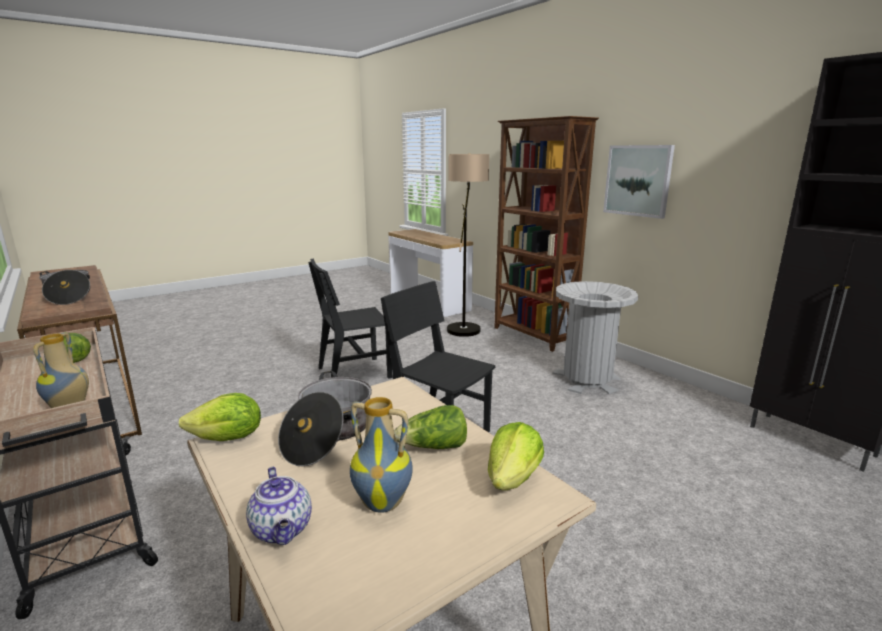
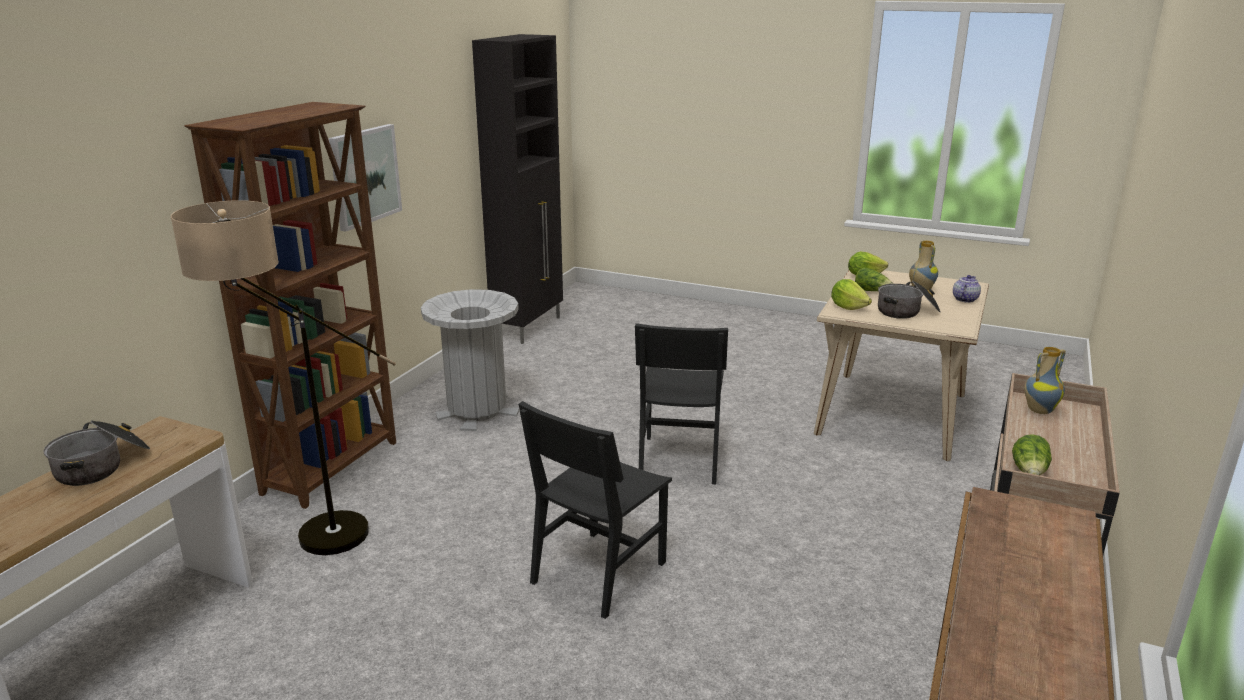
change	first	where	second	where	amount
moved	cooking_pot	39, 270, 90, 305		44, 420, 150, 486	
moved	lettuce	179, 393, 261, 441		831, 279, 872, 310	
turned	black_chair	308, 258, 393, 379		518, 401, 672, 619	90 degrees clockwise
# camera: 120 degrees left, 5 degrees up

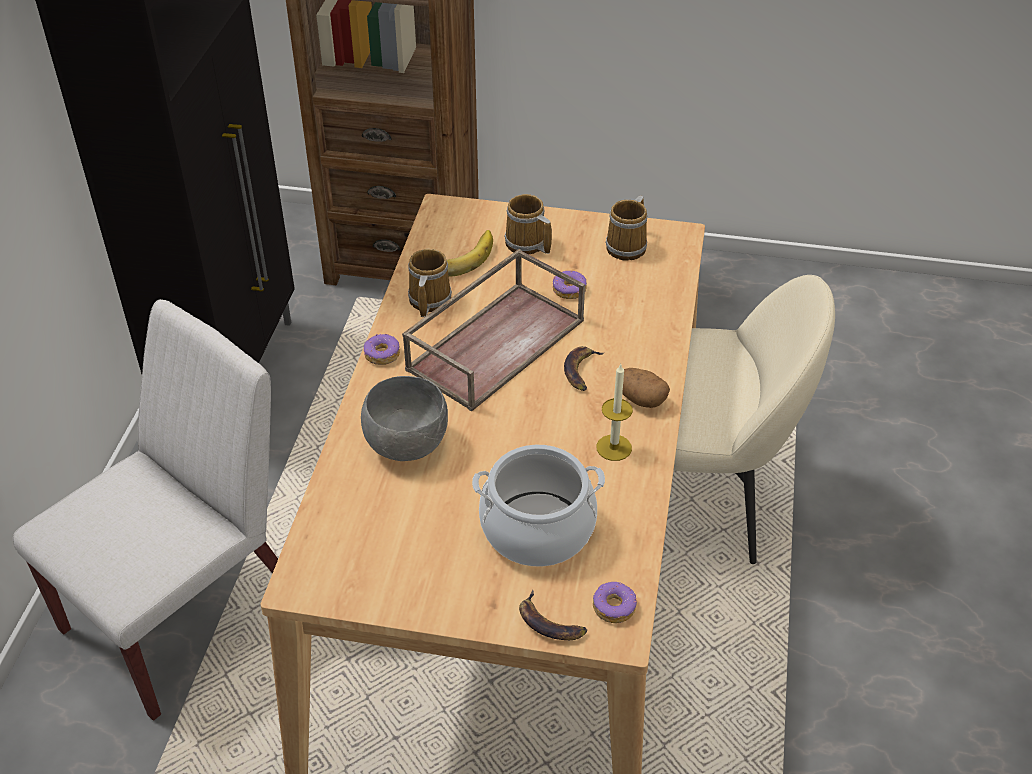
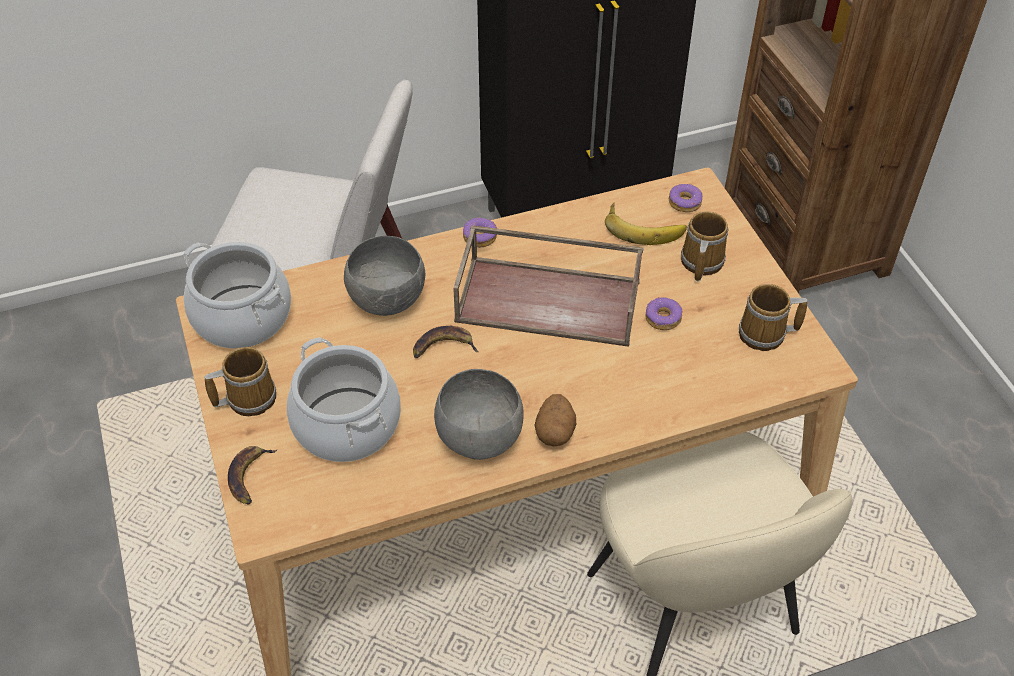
change	first	where	second	where	amount
moved	mug	408, 249, 452, 317		204, 347, 276, 416	
moved	banana	564, 346, 605, 391		413, 326, 478, 358	
moved	donut	593, 582, 637, 623		669, 184, 702, 212	
replaced	candle	596, 363, 633, 461	grey_bowl	434, 369, 524, 460	
added			cooking_pot	183, 242, 291, 349	
# camera: 60 degrees right, 5 degrees up

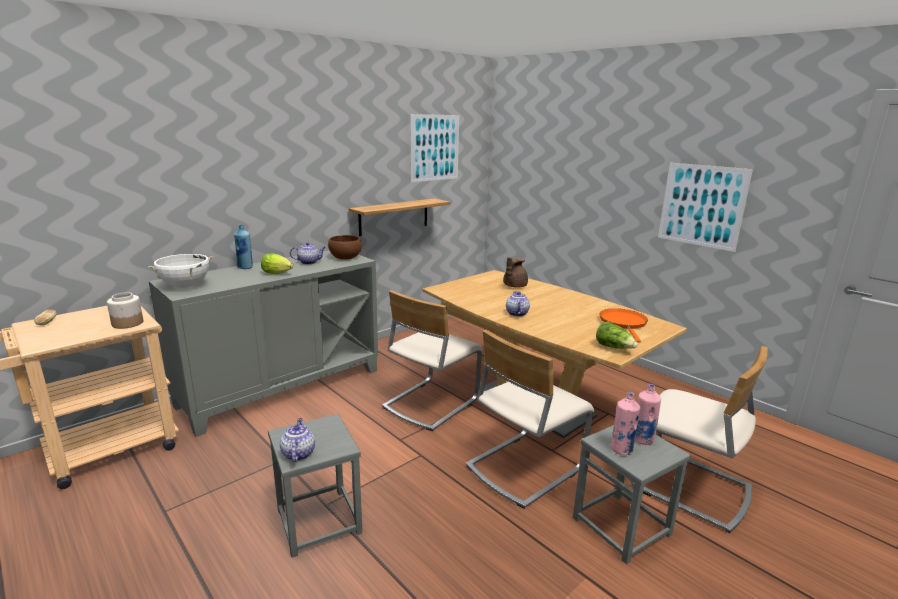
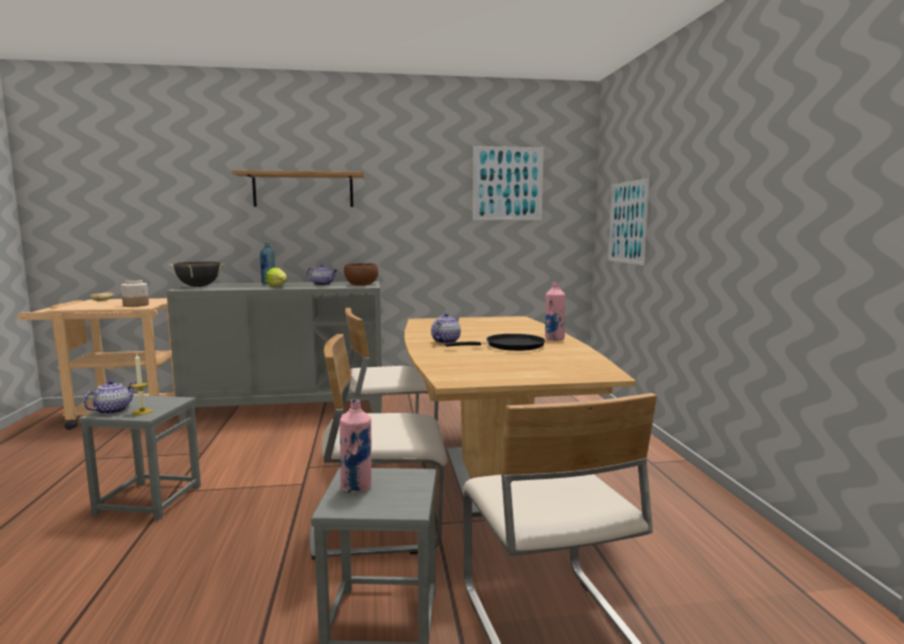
change	first	where	second	where	amount
recoloured	white_cooking_pot	148, 254, 213, 288	black_cooking_pot	169, 261, 225, 287	
moved	shelf	349, 199, 451, 236		232, 170, 365, 207	
removed	brown_teapot	503, 257, 528, 288			
removed	lettuce	596, 321, 638, 349			
removed	orange_frying_pan	600, 308, 648, 342			
moved	pink_bottle	635, 384, 661, 445		545, 282, 565, 340	
moved	picture	658, 163, 753, 252		608, 178, 649, 265	
added			candle	131, 354, 153, 415	
added			black_frying_pan	445, 334, 545, 351	
# camera: 35 degrees right, 10 degrees down

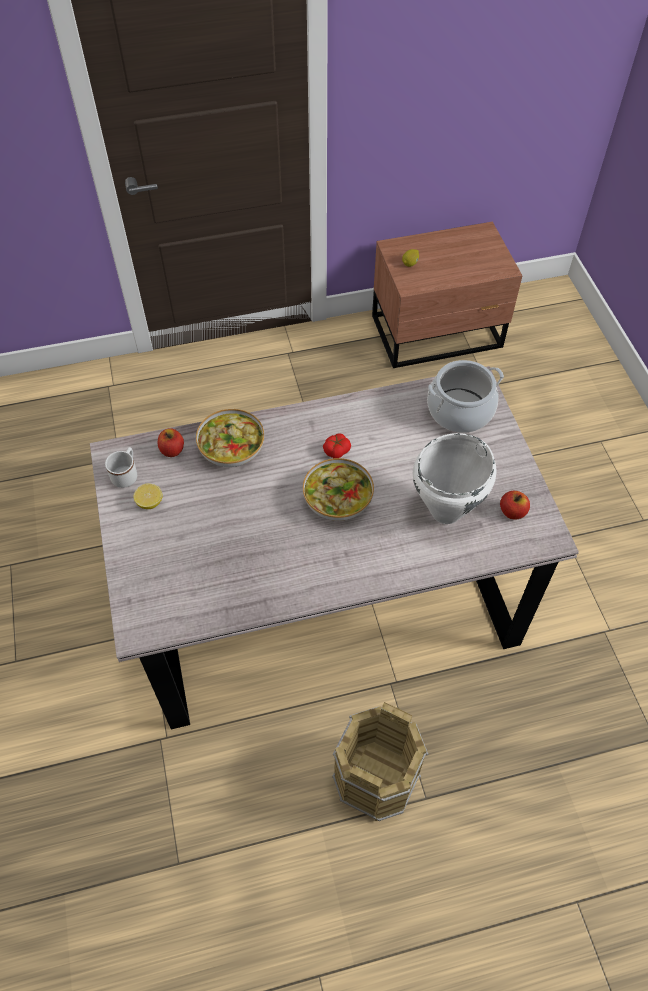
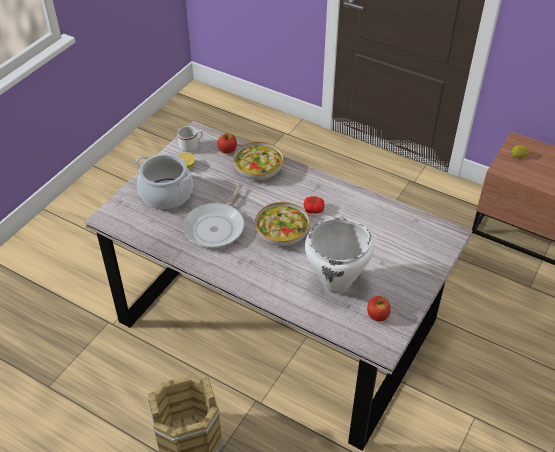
change	first	where	second	where	amount
moved	cooking_pot	427, 360, 504, 433		135, 154, 193, 210	
added			frying_pan	183, 184, 244, 248	
# camera: 45 degrees right, 10 degrees down

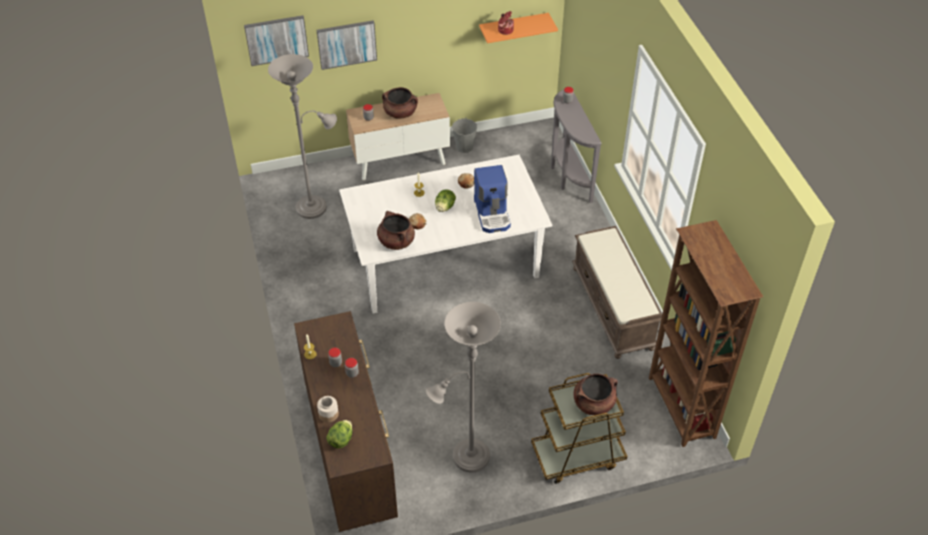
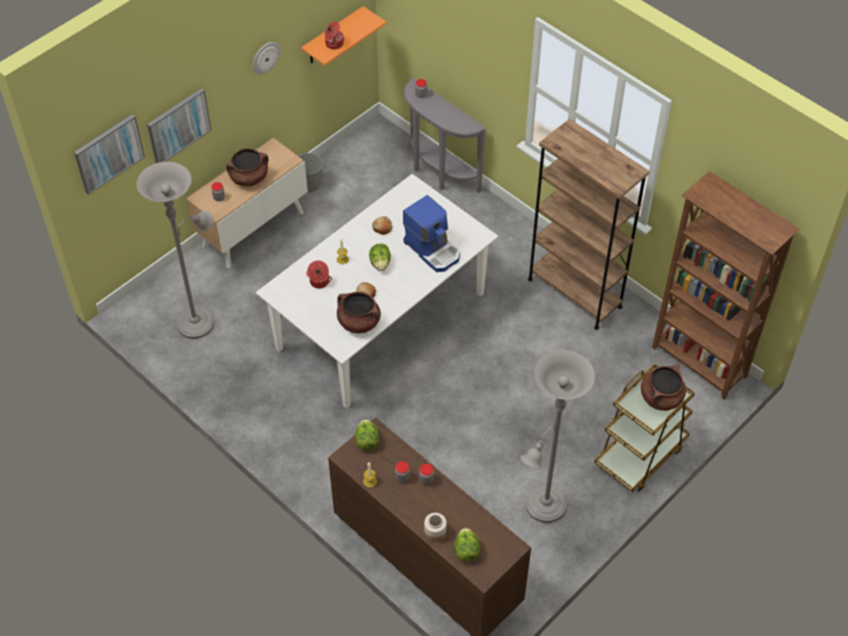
change	first	where	second	where	amount
replaced	brown_bench	572, 226, 662, 359	brown_bookcase	528, 119, 650, 330	
added			wall_clock	253, 42, 280, 74	
added			cooking_pot	306, 261, 332, 289	
added			lettuce	355, 419, 379, 450	
# camera: 30 degrees left, 5 degrees up

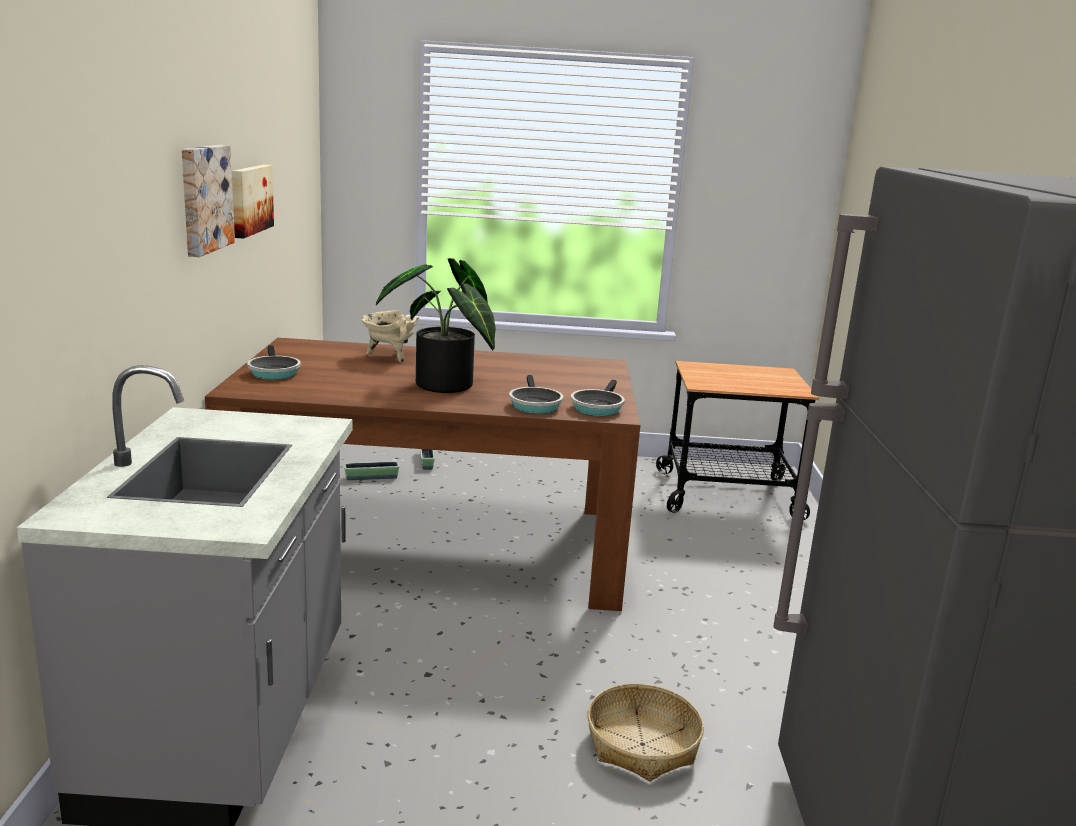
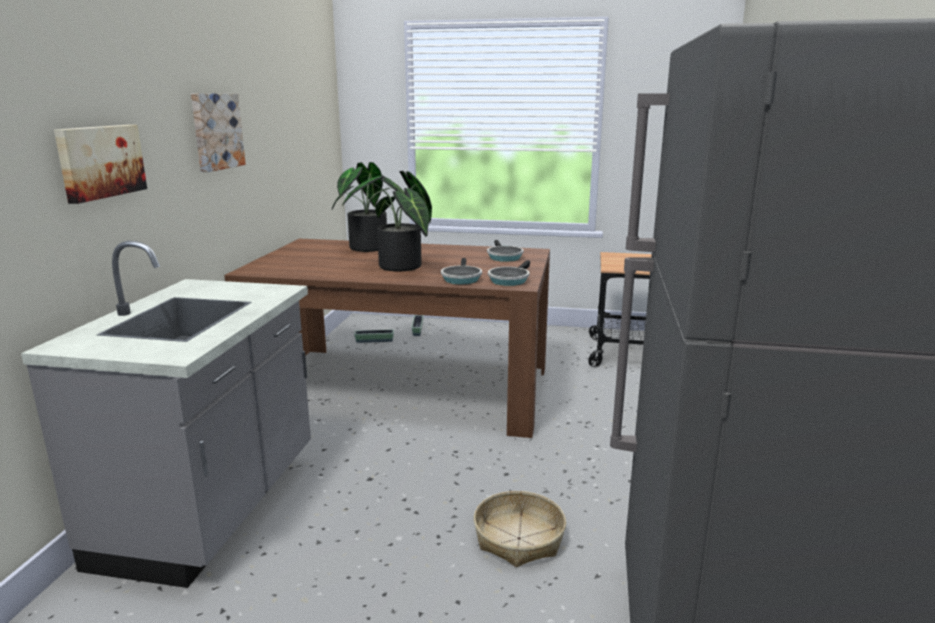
change	first	where	second	where	amount
moved	picture	232, 165, 274, 239		54, 125, 147, 204	
moved	frying_pan	247, 346, 301, 380		487, 240, 524, 262	
replaced	beige_cooking_pot	361, 310, 419, 363	potted_plant	332, 162, 405, 252	
# camera: 10 degrees right, 0 degrees up

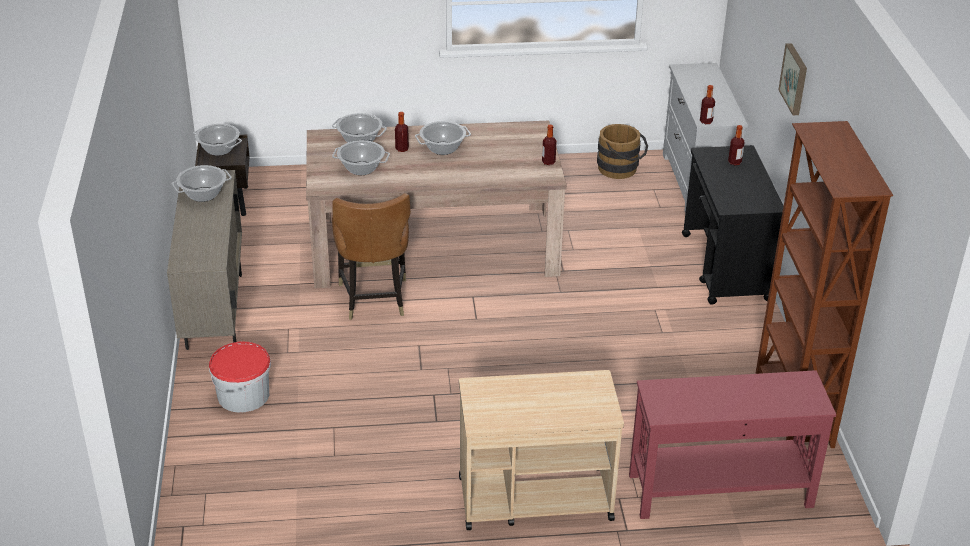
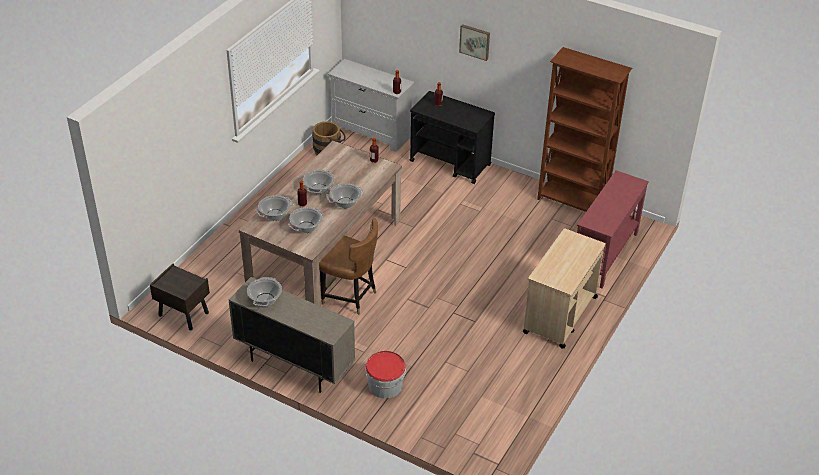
change	first	where	second	where	amount
moved	cooking_pot	193, 124, 242, 156		326, 183, 364, 208	
# camera: 55 degrees left, 5 degrees up

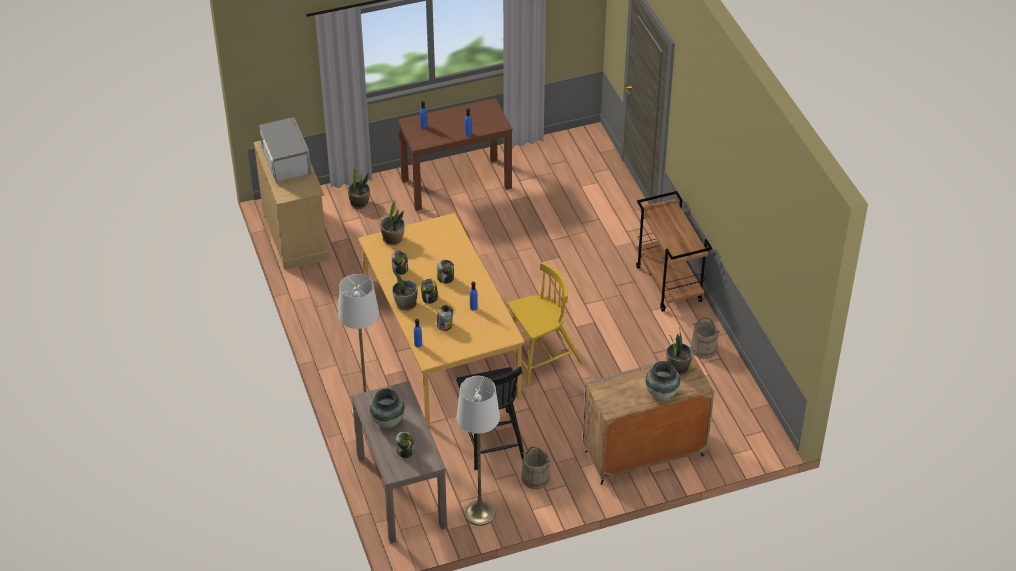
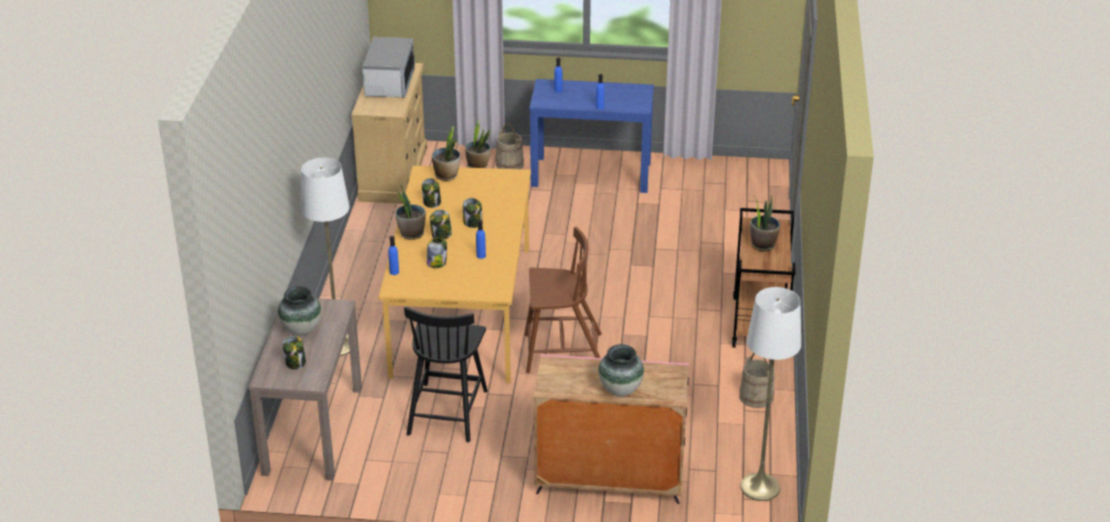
change	first	where	second	where	amount
recoloured	brown_console_table	398, 98, 513, 211	blue_console_table	529, 79, 654, 193	
moved	white_floor_lamp	457, 376, 500, 526		740, 287, 801, 501	
recoloured	yellow_chair	505, 262, 583, 385	brown_chair	525, 227, 602, 373	
moved	beige_bucket	521, 447, 550, 489		496, 124, 524, 169	
recoloured	grey_cabinet	583, 355, 714, 485	pink_cabinet	533, 354, 689, 504	
moved	potted_plant	666, 327, 693, 375		750, 194, 780, 251	
# camera: 25 degrees right, 10 degrees down

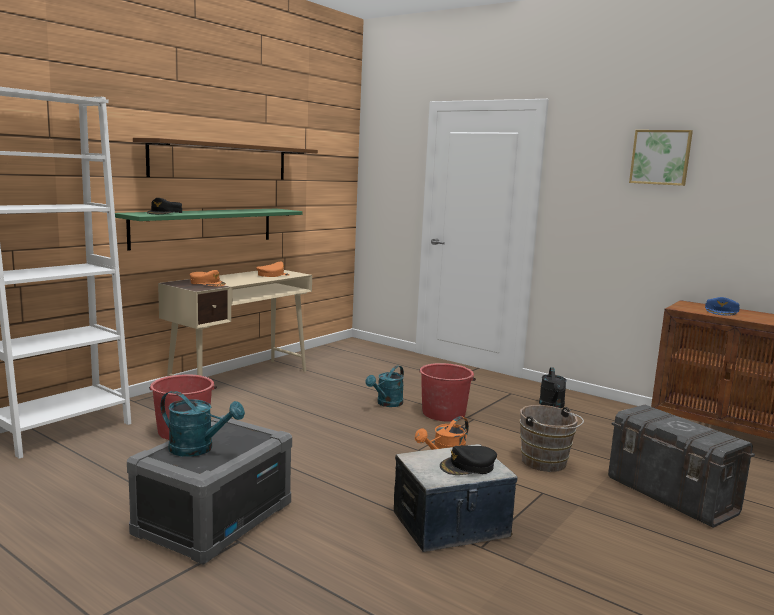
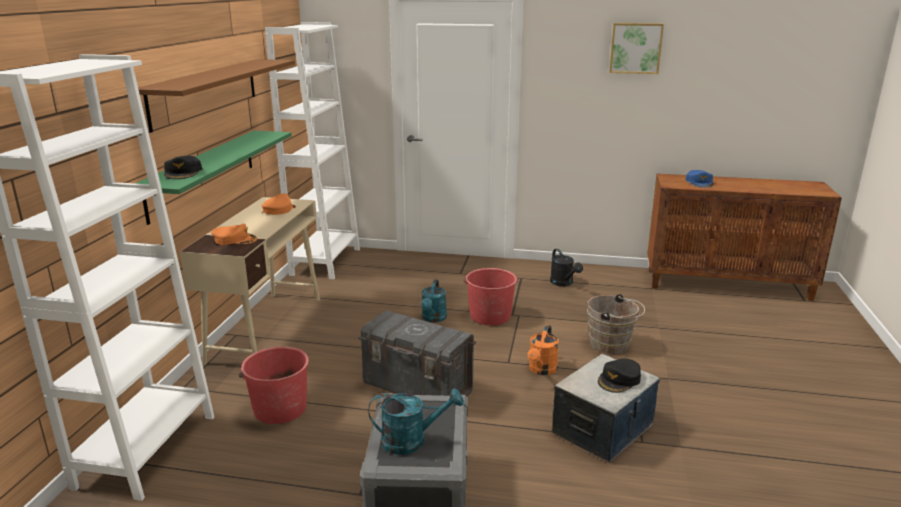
change	first	where	second	where	amount
moved	grey_storage_box	608, 405, 755, 528		358, 310, 476, 396	
added			white_bookcase	265, 22, 360, 279	
# camera: 25 degrees left, 10 degrees up

